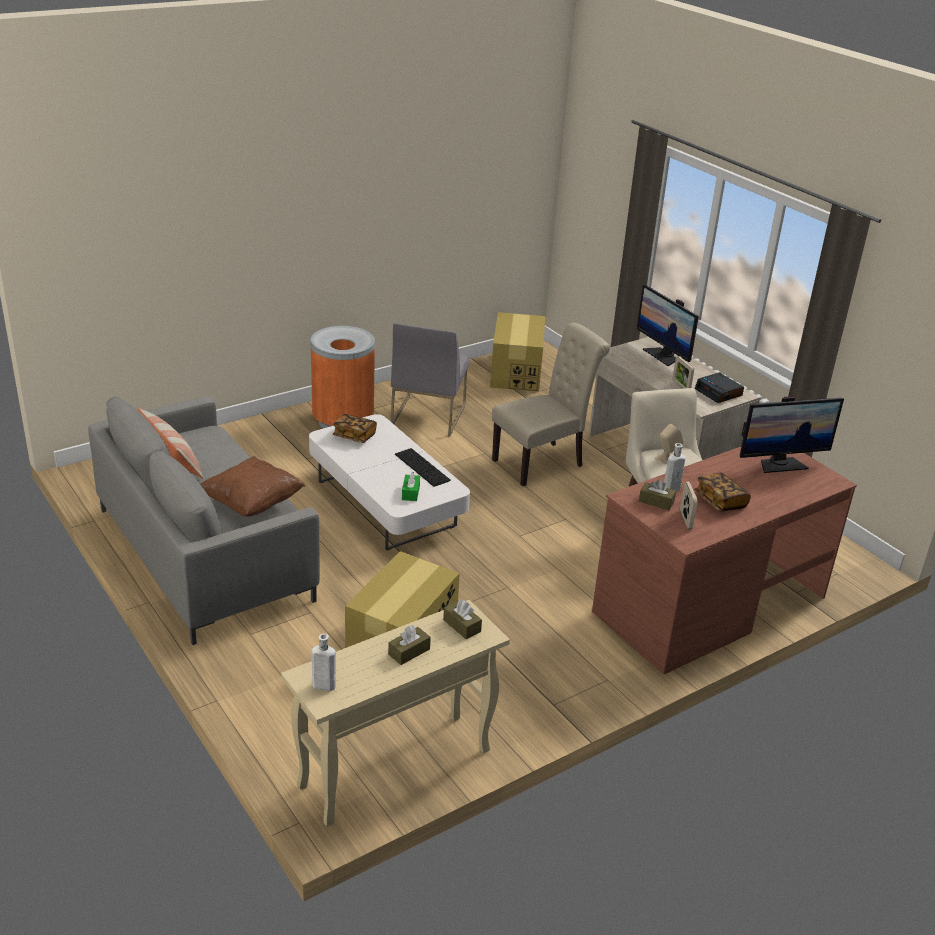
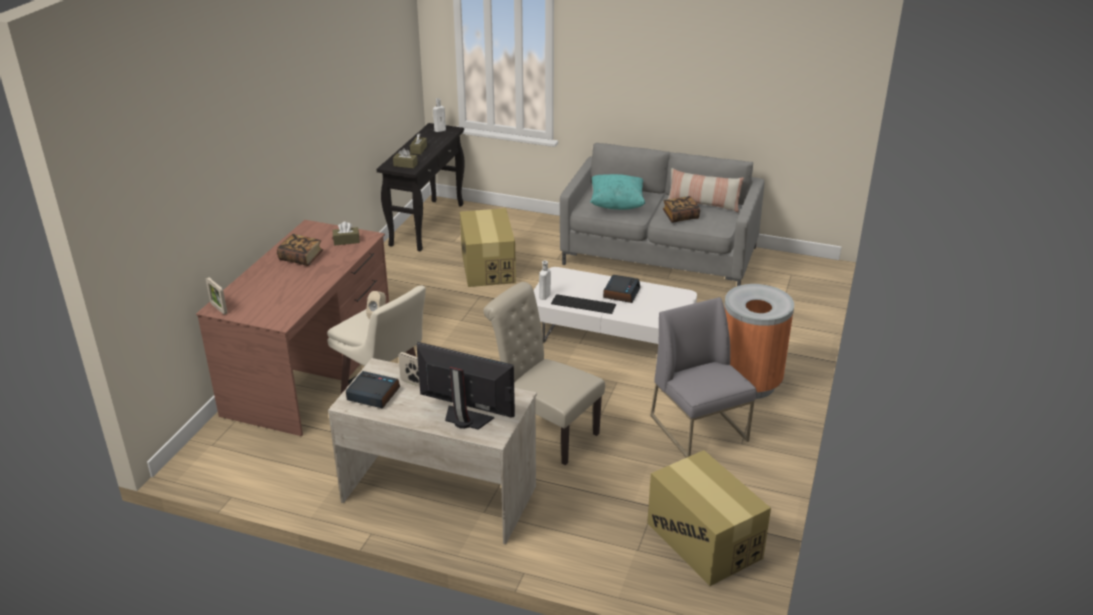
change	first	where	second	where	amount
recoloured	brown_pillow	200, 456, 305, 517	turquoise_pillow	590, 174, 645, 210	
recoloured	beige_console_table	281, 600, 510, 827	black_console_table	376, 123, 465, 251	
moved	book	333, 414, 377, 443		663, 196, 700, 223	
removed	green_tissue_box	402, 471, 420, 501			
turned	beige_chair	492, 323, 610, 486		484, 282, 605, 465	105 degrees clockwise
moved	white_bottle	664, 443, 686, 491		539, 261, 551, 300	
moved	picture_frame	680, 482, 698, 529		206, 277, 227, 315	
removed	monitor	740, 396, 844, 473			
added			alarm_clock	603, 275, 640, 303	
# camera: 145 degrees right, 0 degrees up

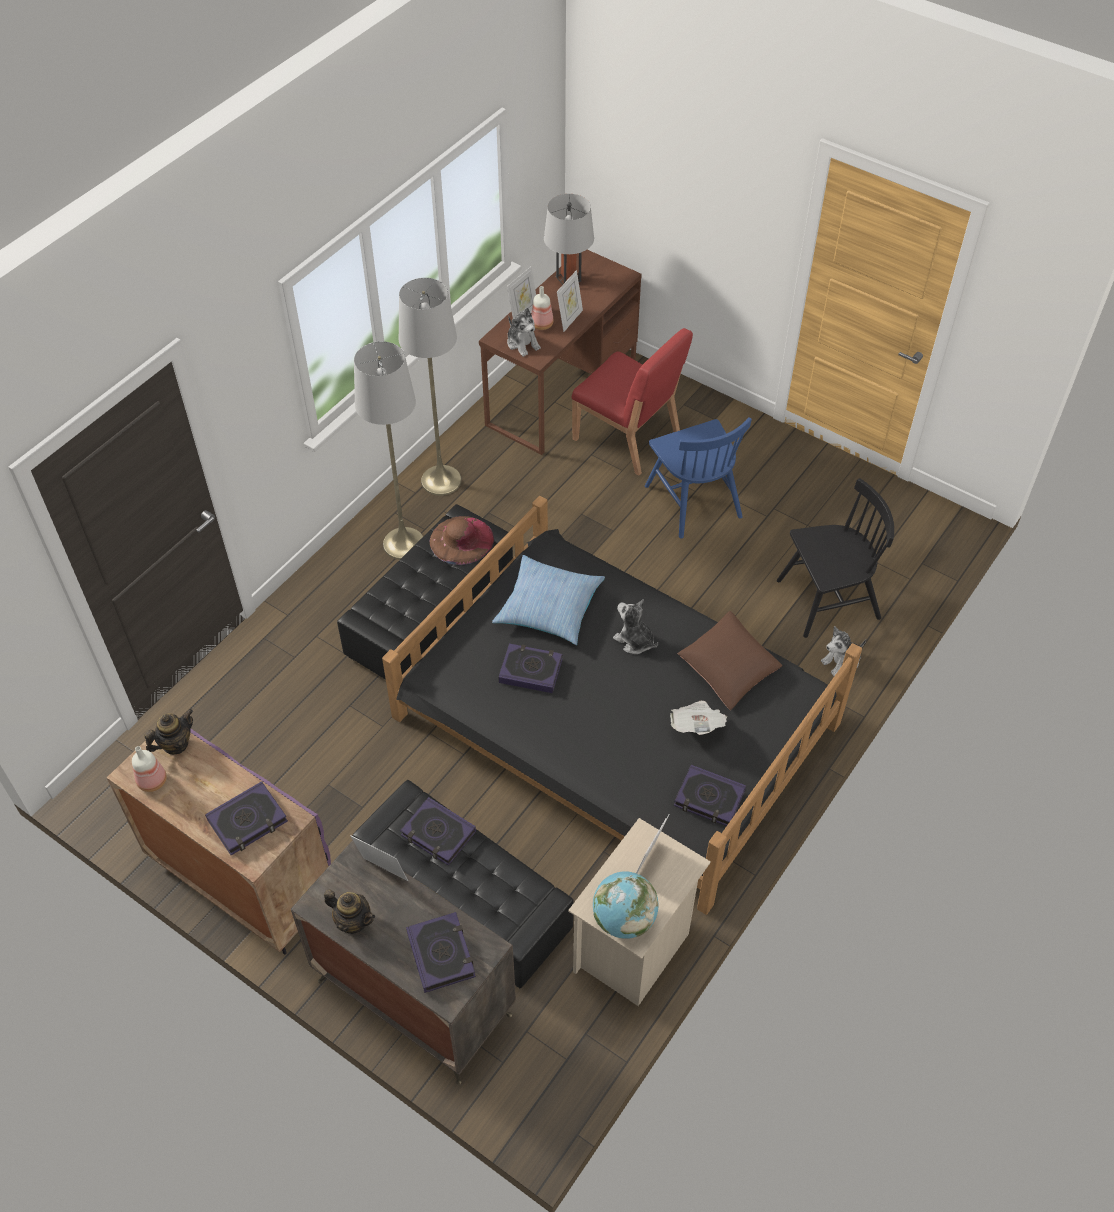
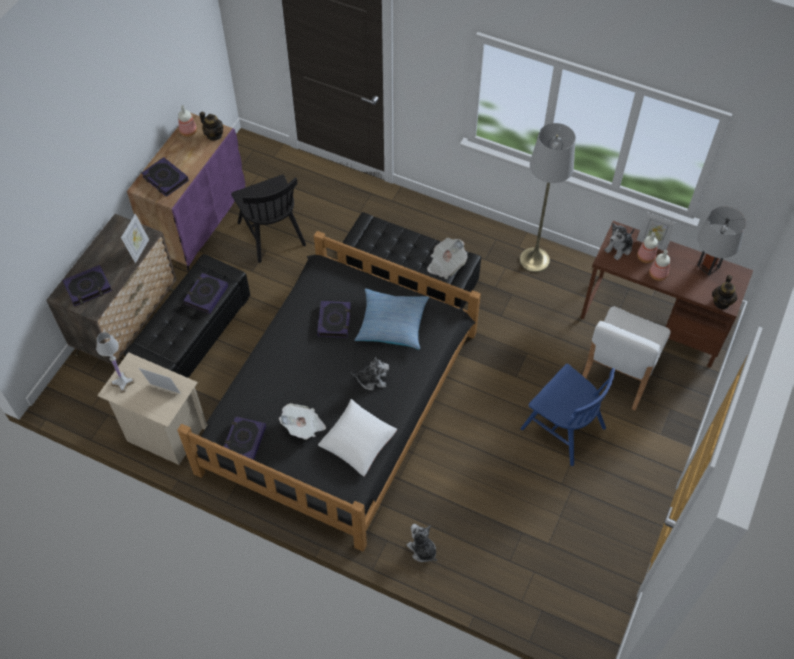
change	first	where	second	where	amount
moved	teapot	324, 889, 375, 934		712, 275, 737, 309	
removed	grey_floor_lamp	354, 341, 423, 560			
replaced	brown_hat	430, 516, 494, 565	newspaper	427, 238, 468, 279	
replaced	picture_frame	557, 270, 583, 332	bottle	649, 250, 670, 281	
recoloured	red_chair	571, 328, 693, 476	white_chair	582, 306, 671, 410	
replaced	globe	593, 871, 659, 939	white_table_lamp	96, 332, 134, 393	
turned	plush_toy	613, 599, 658, 654		351, 357, 389, 390	60 degrees clockwise
turned	blue_chair	645, 417, 752, 538		521, 364, 615, 466	105 degrees counterclockwise
recoloured	brown_pillow	677, 611, 782, 710	white_pillow	318, 399, 397, 477	
moved	black_chair	777, 478, 894, 638		231, 175, 306, 263	
# camera: 80 degrees right, 5 degrees up

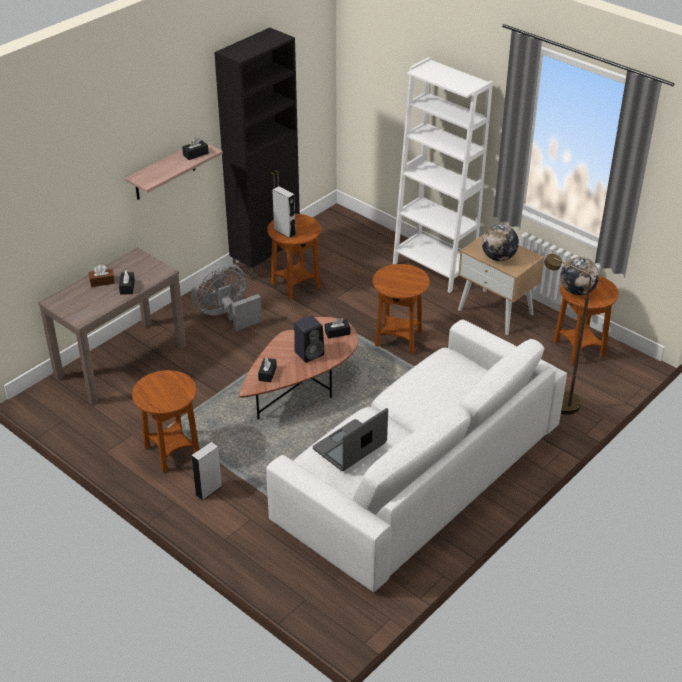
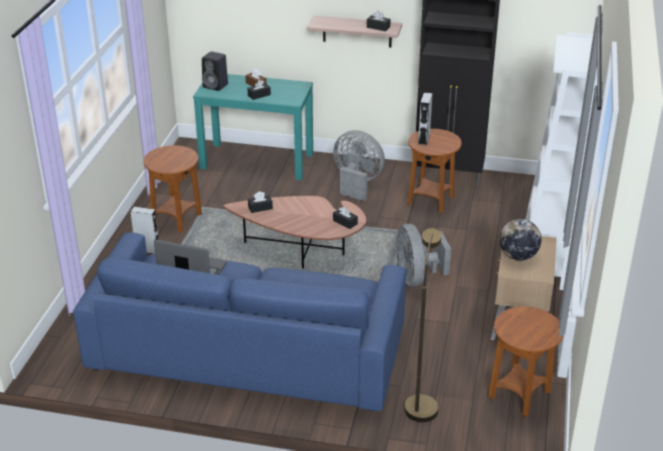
change	first	where	second	where	amount
recoloured	brown_console_table	38, 248, 186, 405	turquoise_console_table	193, 74, 313, 180	
recoloured	white_sofa	266, 319, 567, 592	blue_sofa	73, 232, 406, 411	
moved	black_speaker	294, 315, 324, 363		202, 51, 228, 91	
replaced	brown_side_table	373, 264, 430, 353	grey_fan	395, 224, 451, 287	
removed	globe	560, 257, 599, 295			
# camera: 60 degrees right, 5 degrees down

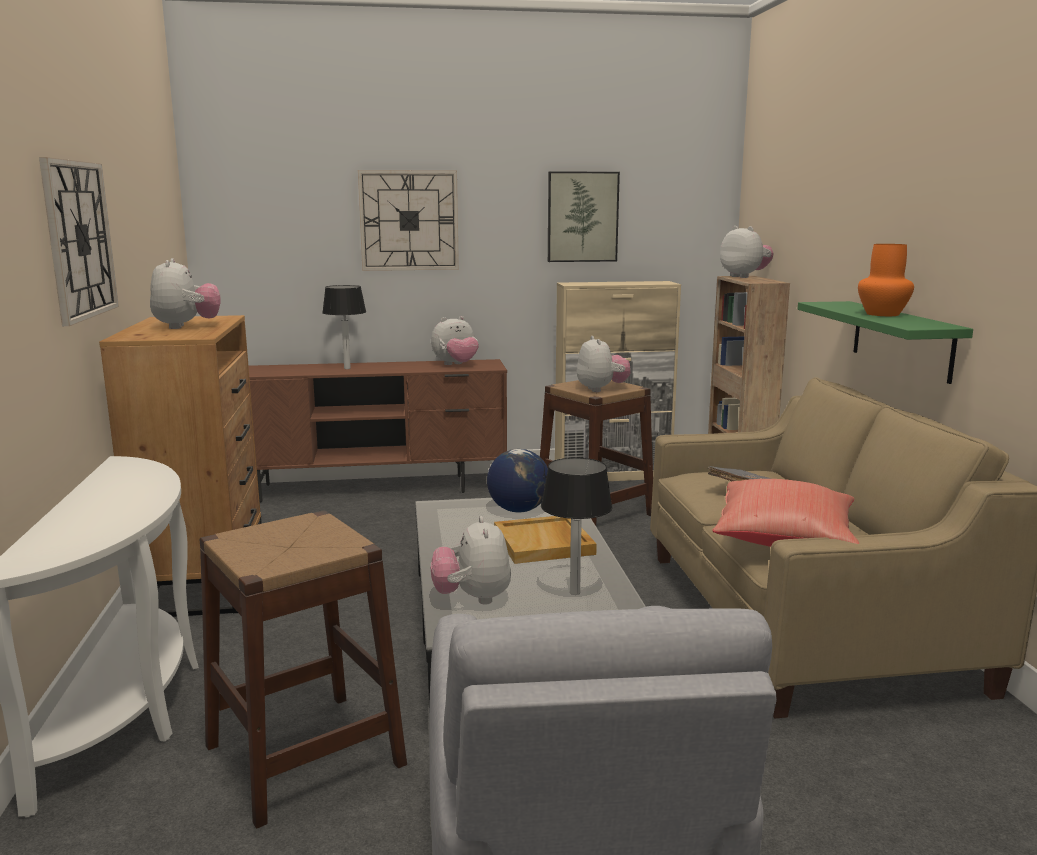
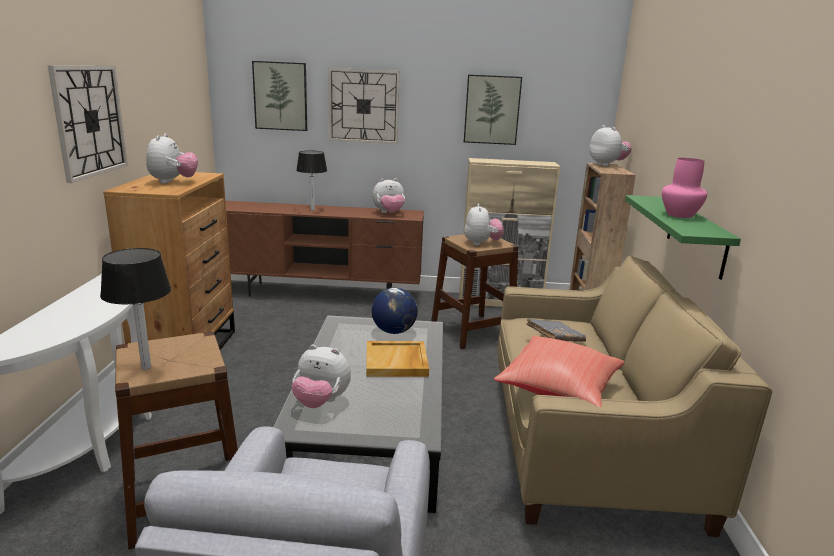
change	first	where	second	where	amount
turned	plush_toy	431, 516, 511, 605		292, 345, 351, 408	75 degrees counterclockwise
moved	table_lamp	541, 457, 613, 595		100, 248, 171, 370	
recoloured	orange_vase	858, 244, 914, 316	pink_vase	662, 158, 707, 218	
added			picture	252, 61, 307, 131	
# camera: 10 degrees right, 5 degrees up

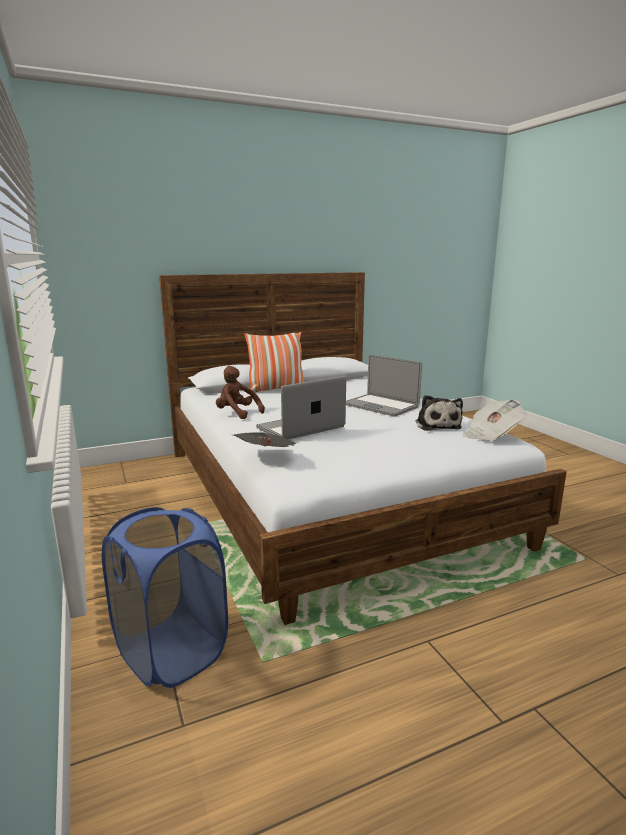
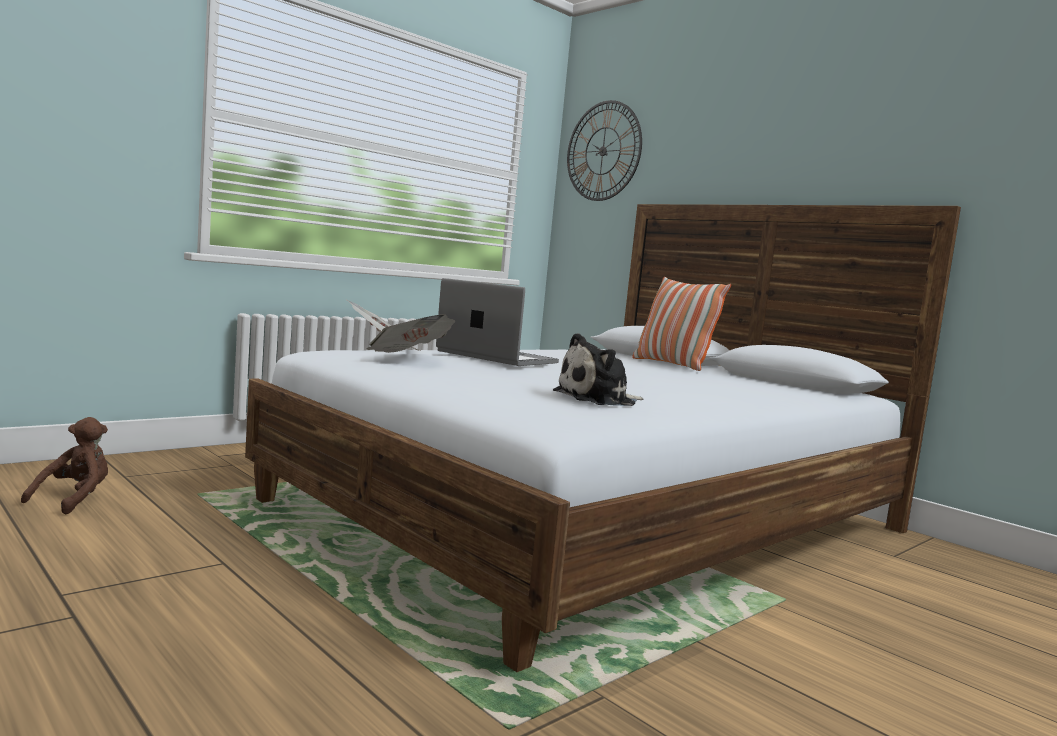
change	first	where	second	where	amount
removed	blue_laundry_basket	102, 507, 228, 688			
moved	brown_plush_toy	216, 366, 265, 419		21, 417, 108, 515	
removed	laptop	346, 354, 422, 417			
moved	newspaper	462, 399, 527, 441		366, 314, 455, 353	
added			wall_clock	567, 100, 642, 201	
# camera: 70 degrees right, 10 degrees down

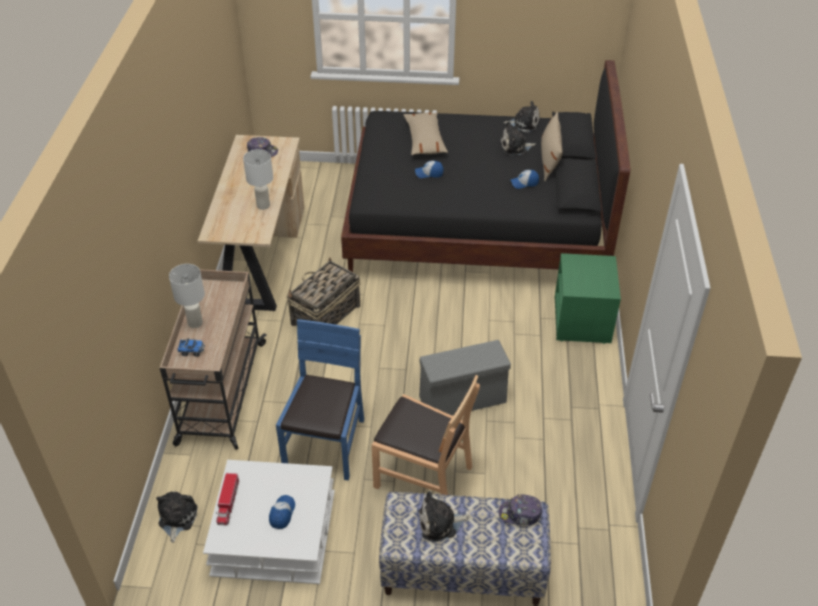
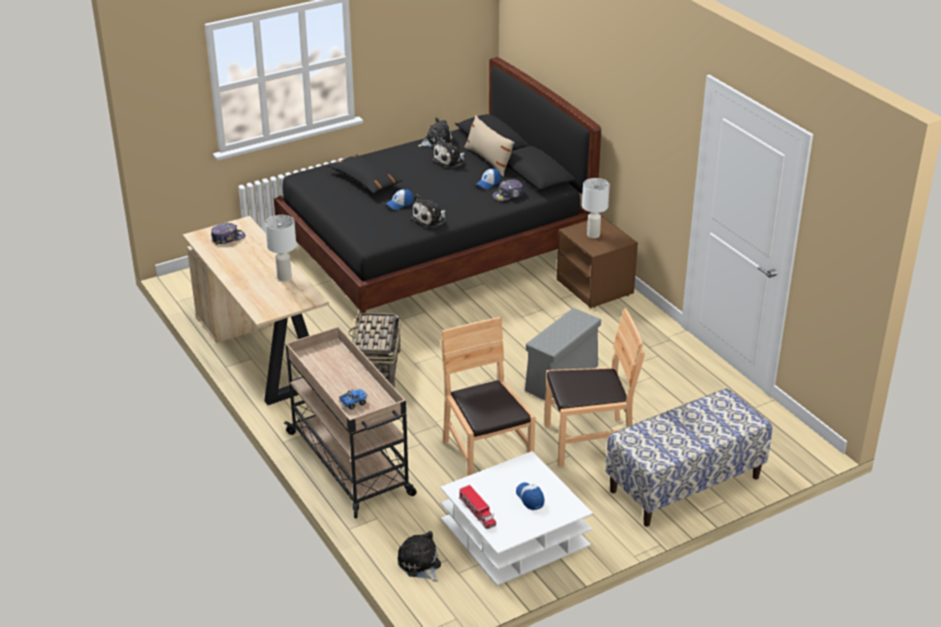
change	first	where	second	where	amount
moved	white_table_lamp	169, 264, 205, 328		582, 178, 610, 238	
recoloured	blue_chair	276, 319, 364, 481	brown_chair	441, 317, 535, 476	
recoloured	beige_pillow	403, 113, 448, 155	black_pillow	328, 155, 404, 193	
moved	plush_toy	418, 491, 469, 542		411, 195, 446, 228	
moved	cap	499, 494, 542, 525		492, 179, 523, 201	
recoloured	green_nightstand	554, 253, 621, 344	brown_nightstand	557, 216, 638, 308	
# camera: 35 degrees left, 10 degrees down

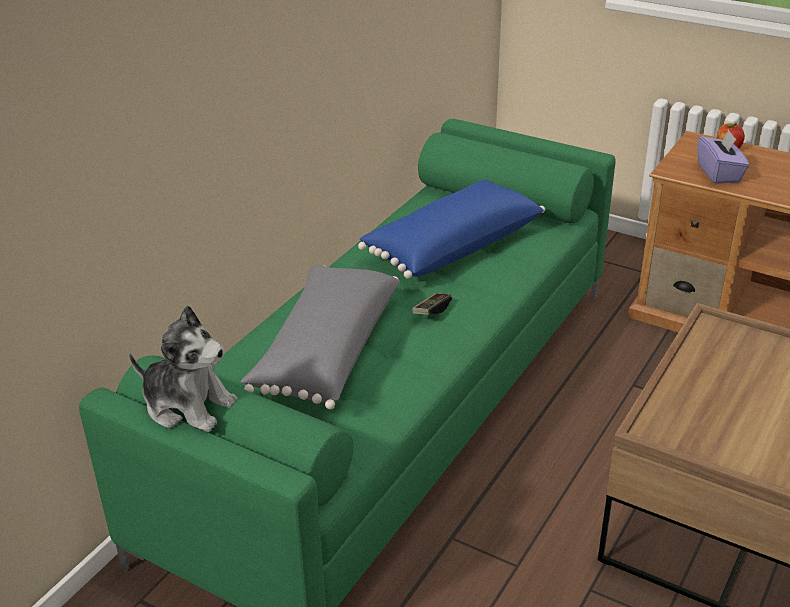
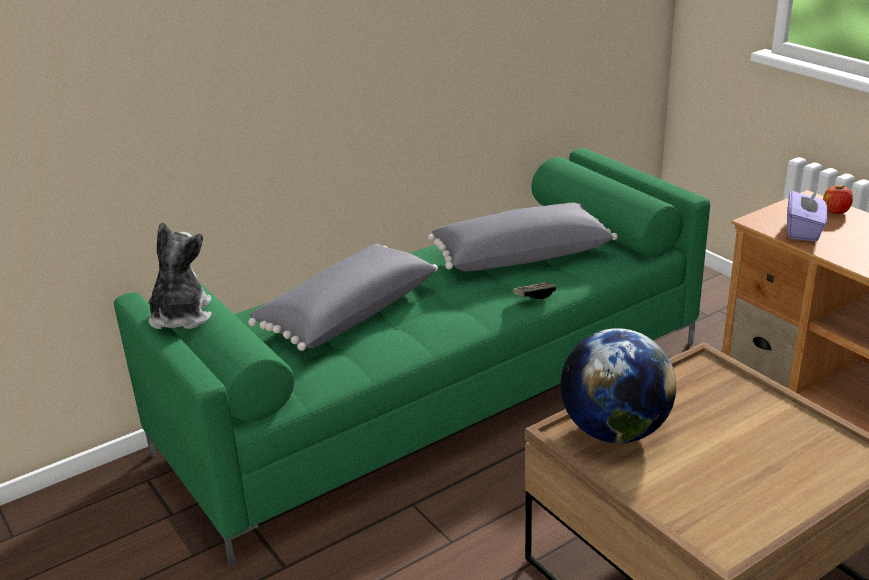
change	first	where	second	where	amount
turned	plush_toy	129, 305, 237, 432		148, 222, 212, 329	135 degrees counterclockwise
recoloured	blue_pillow	358, 179, 545, 279	grey_pillow	428, 203, 618, 272	
moved	game_controller	412, 293, 452, 315		513, 283, 556, 299	
added			globe	560, 328, 676, 443	
# camera: 25 degrees right, 5 degrees down

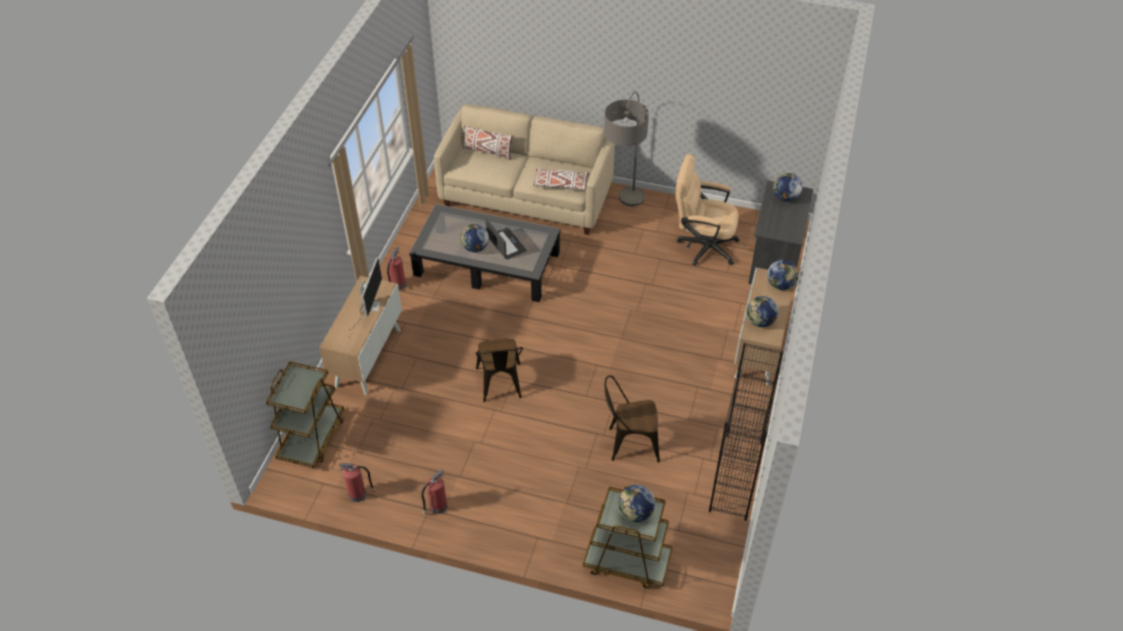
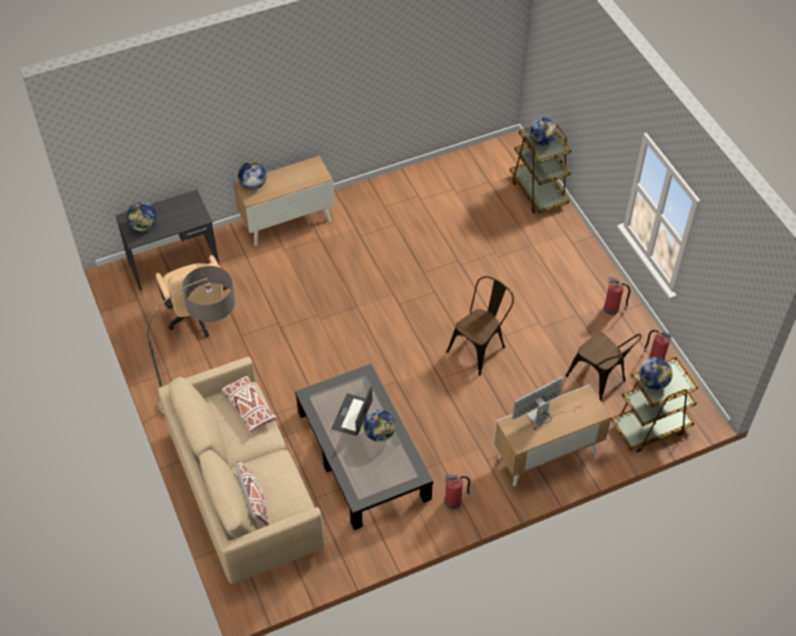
change	first	where	second	where	amount
moved	brown_chair	605, 375, 660, 462		566, 333, 642, 401	
removed	black_bookcase	709, 343, 784, 521			
moved	globe	746, 296, 778, 327		639, 357, 672, 390	
# camera: 130 degrees left, 5 degrees up

